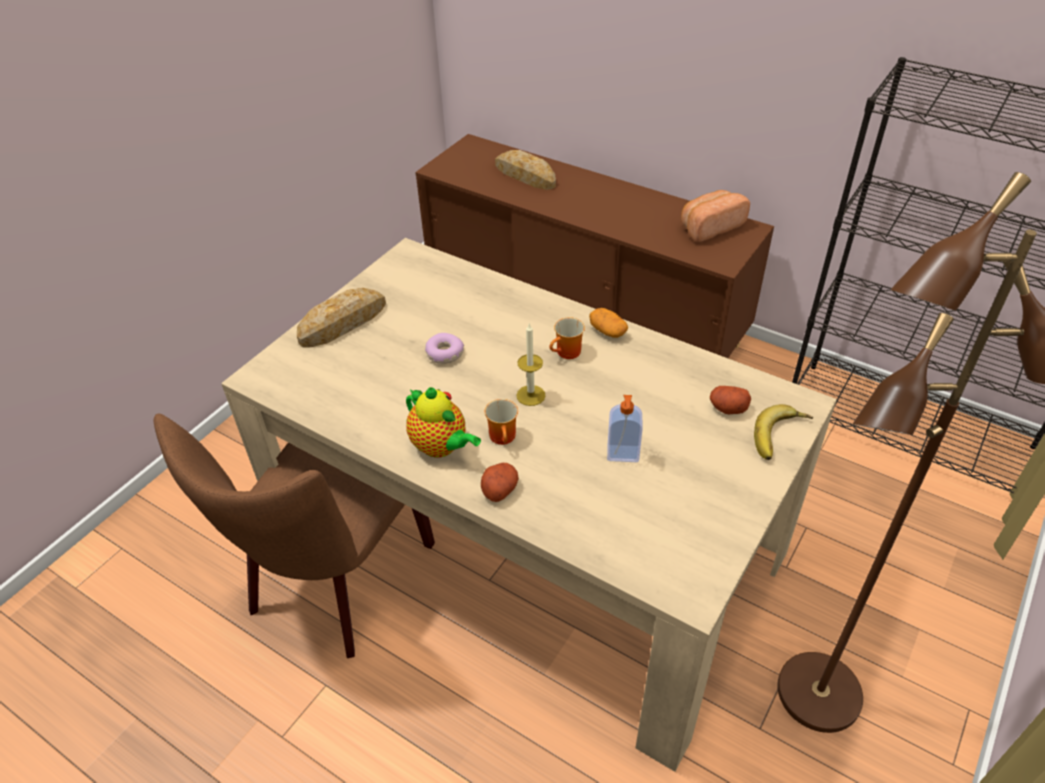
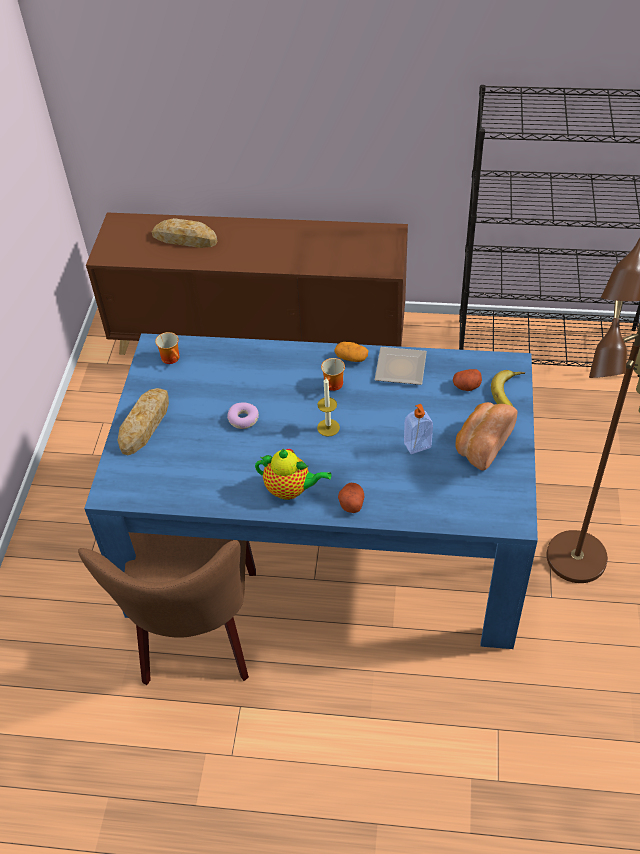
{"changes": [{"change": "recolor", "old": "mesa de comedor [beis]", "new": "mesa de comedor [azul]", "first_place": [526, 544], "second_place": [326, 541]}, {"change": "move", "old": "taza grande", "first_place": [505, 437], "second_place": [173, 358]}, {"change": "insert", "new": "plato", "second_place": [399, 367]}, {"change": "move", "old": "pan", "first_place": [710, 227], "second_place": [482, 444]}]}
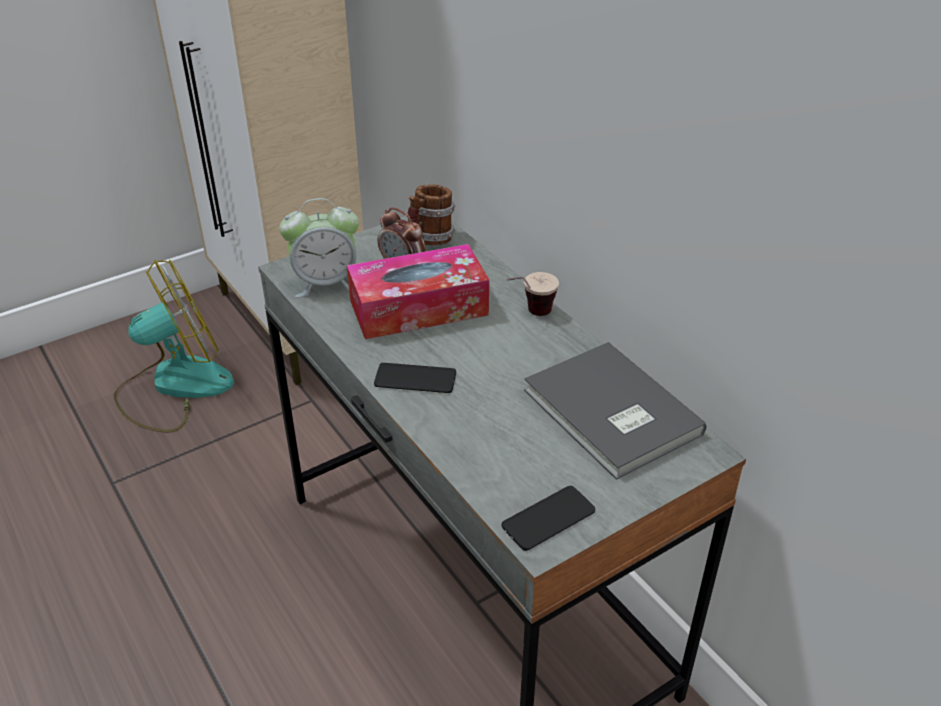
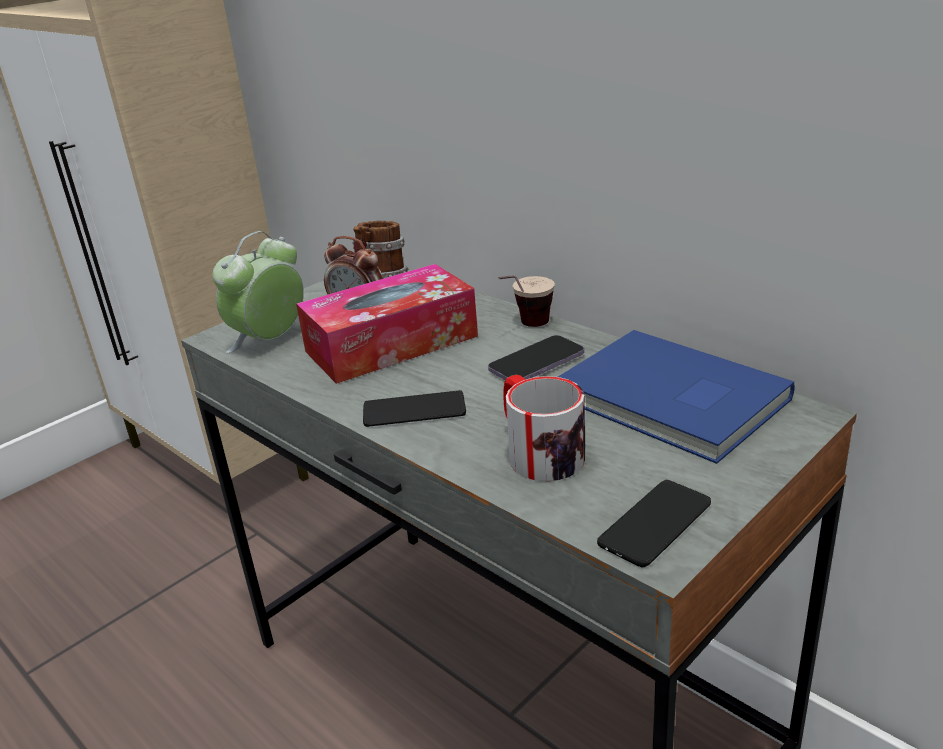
{"changes": [{"change": "rotate", "old": "despertador", "first_place": [326, 283], "second_place": [270, 341], "degrees": 150}, {"change": "insert", "new": "móvil", "second_place": [536, 363]}, {"change": "insert", "new": "taza grande", "second_place": [538, 451]}, {"change": "recolor", "old": "libro [gris]", "new": "libro [azul]", "first_place": [610, 415], "second_place": [670, 401]}, {"change": "delete", "old": "ventilador", "first_place": [174, 386]}]}
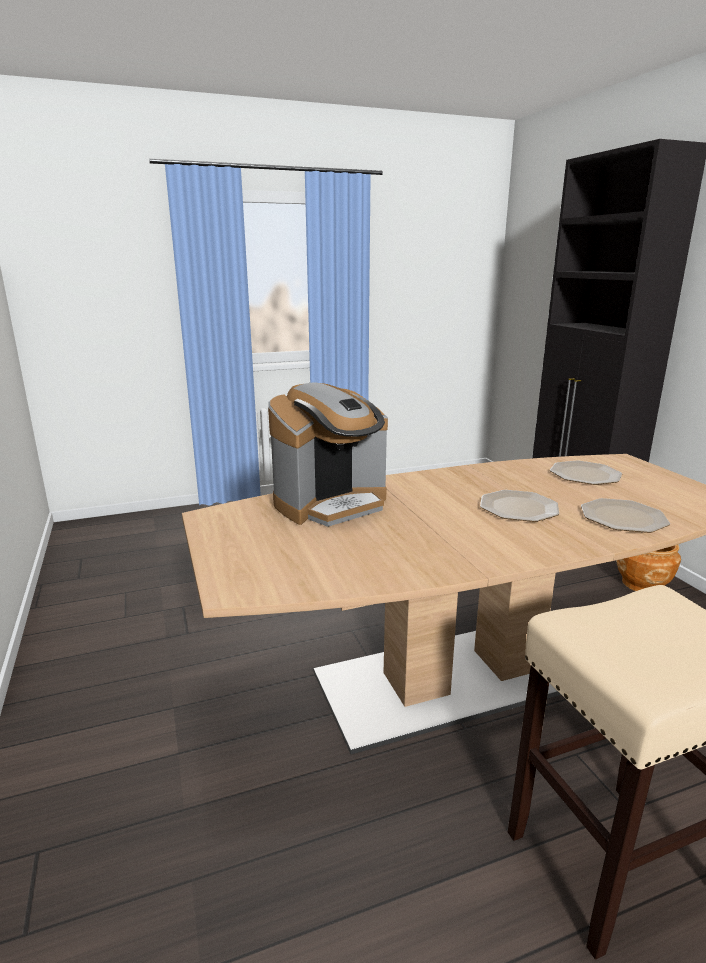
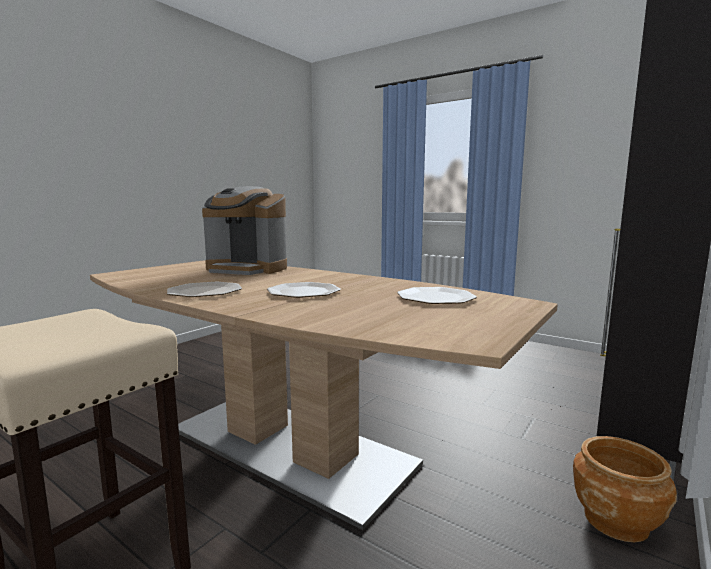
{"changes": [{"change": "move", "old": "plato", "first_place": [622, 517], "second_place": [204, 291]}]}
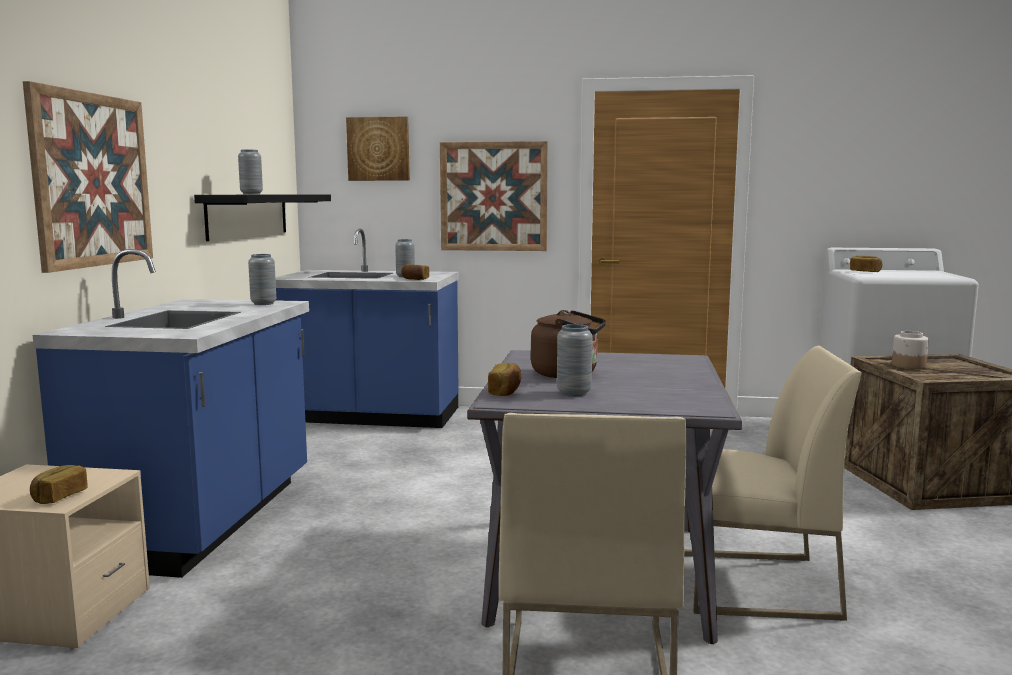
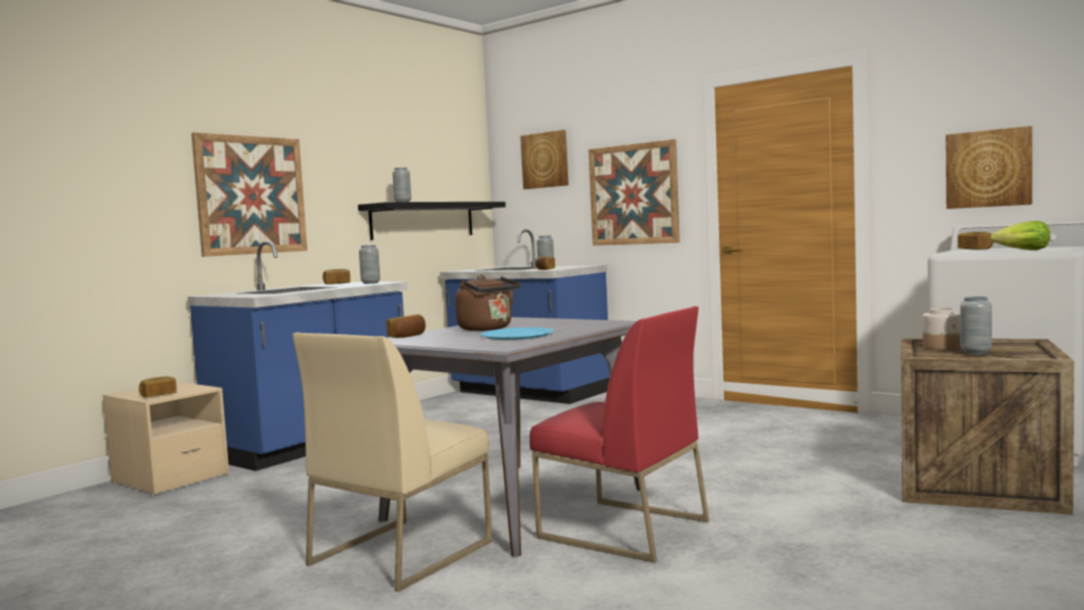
{"changes": [{"change": "insert", "new": "pan", "second_place": [337, 283]}, {"change": "insert", "new": "plato [azul]", "second_place": [517, 335]}, {"change": "recolor", "old": "silla [beis]", "new": "silla [rojo]", "first_place": [753, 585], "second_place": [622, 529]}, {"change": "insert", "new": "cuadro", "second_place": [988, 168]}, {"change": "move", "old": "florero [gris]", "first_place": [574, 393], "second_place": [976, 352]}, {"change": "insert", "new": "lechuga", "second_place": [1023, 250]}]}
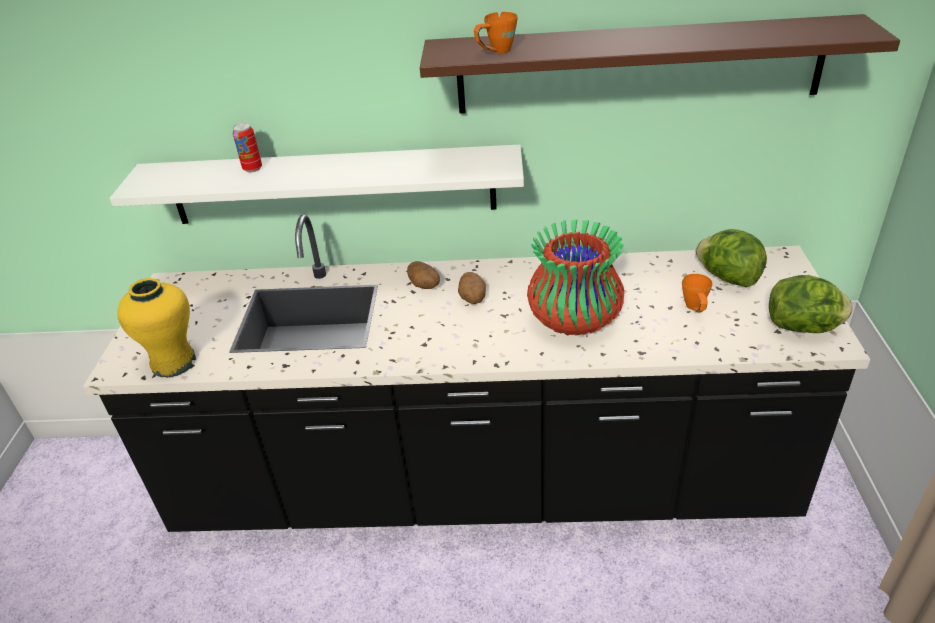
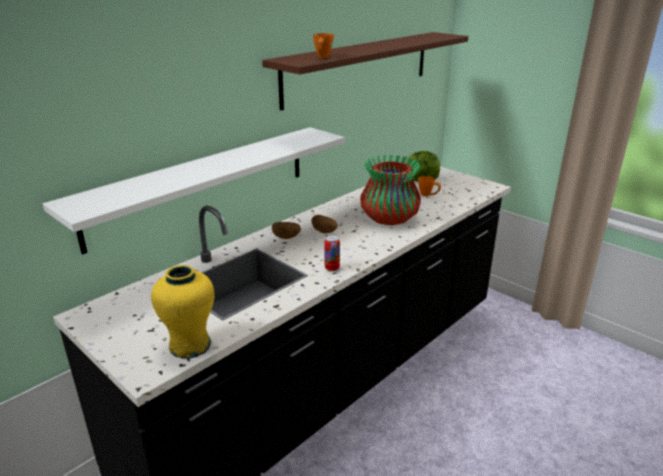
{"changes": [{"change": "move", "old": "lata", "first_place": [252, 169], "second_place": [332, 268]}, {"change": "delete", "old": "lechuga", "first_place": [803, 327]}]}
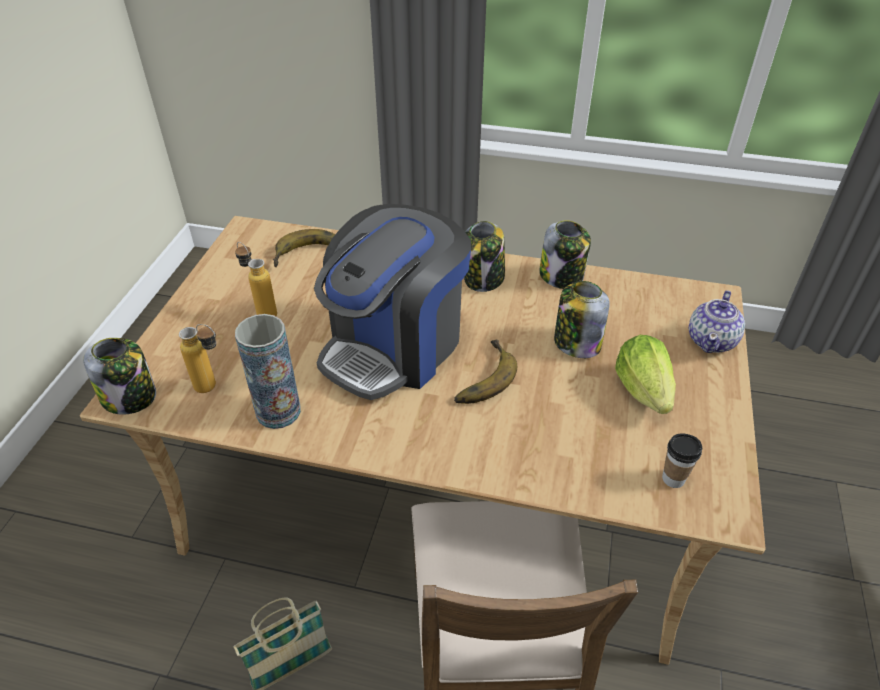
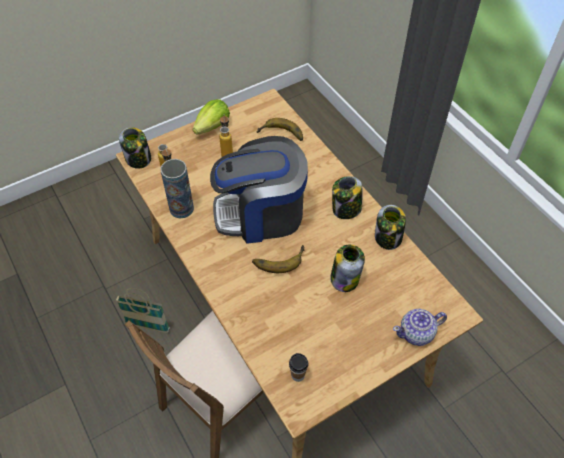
{"changes": [{"change": "move", "old": "lechuga", "first_place": [643, 390], "second_place": [213, 126]}]}
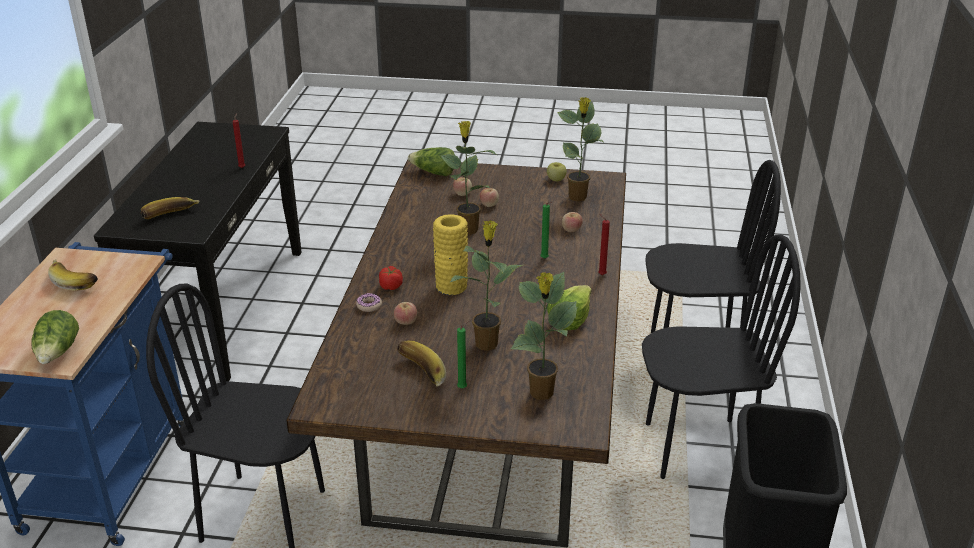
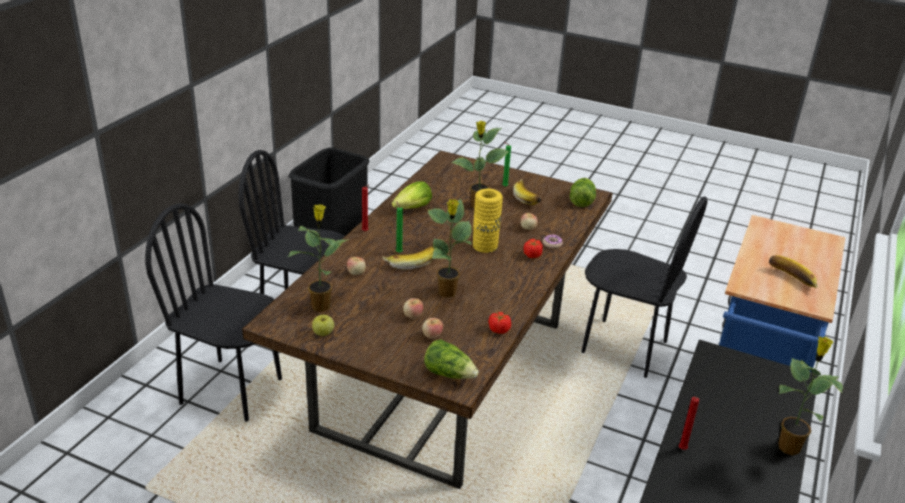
{"changes": [{"change": "move", "old": "plátano", "first_place": [171, 216], "second_place": [410, 262]}, {"change": "insert", "new": "tomate", "second_place": [499, 329]}, {"change": "move", "old": "lechuga", "first_place": [58, 353], "second_place": [581, 200]}, {"change": "move", "old": "planta en maceta", "first_place": [541, 393], "second_place": [789, 446]}]}
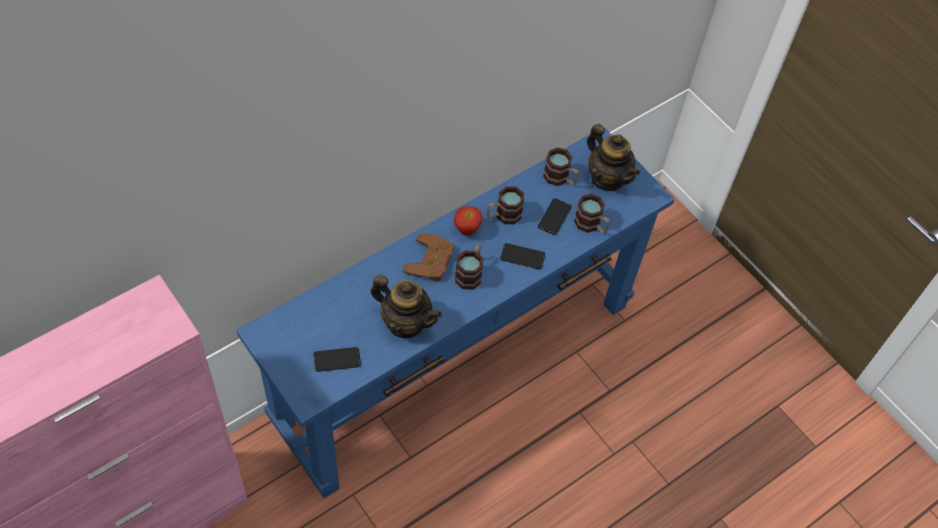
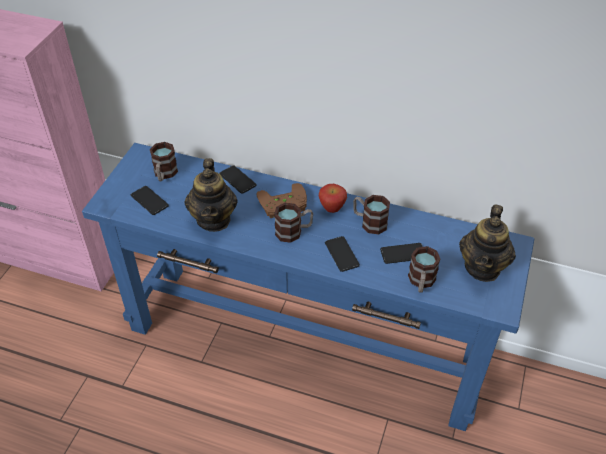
{"changes": [{"change": "move", "old": "taza grande", "first_place": [560, 178], "second_place": [164, 174]}, {"change": "insert", "new": "móvil", "second_place": [237, 180]}]}
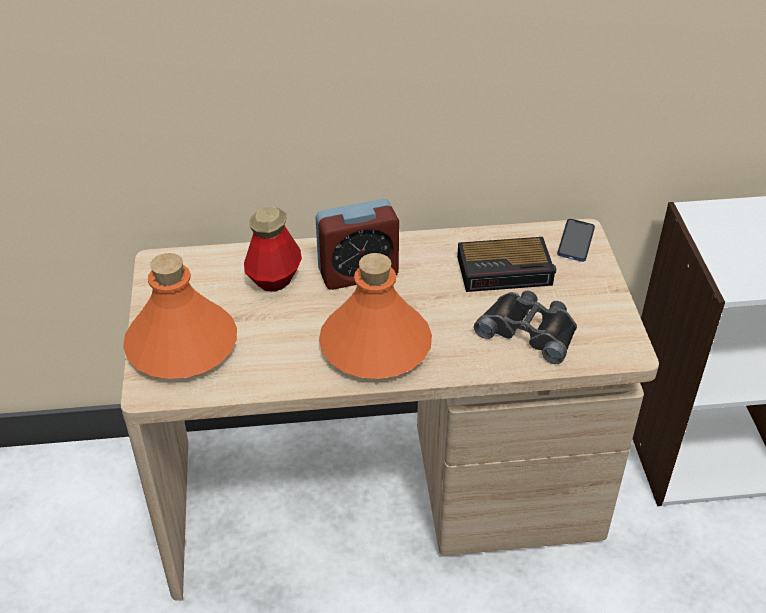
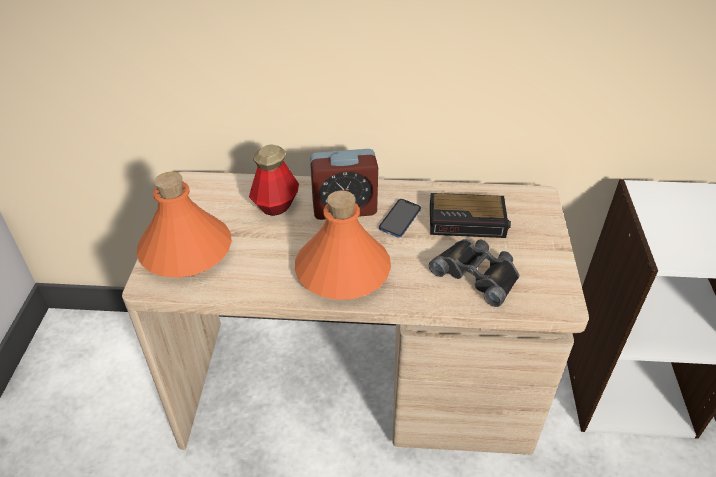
{"changes": [{"change": "move", "old": "móvil", "first_place": [576, 241], "second_place": [400, 219]}]}
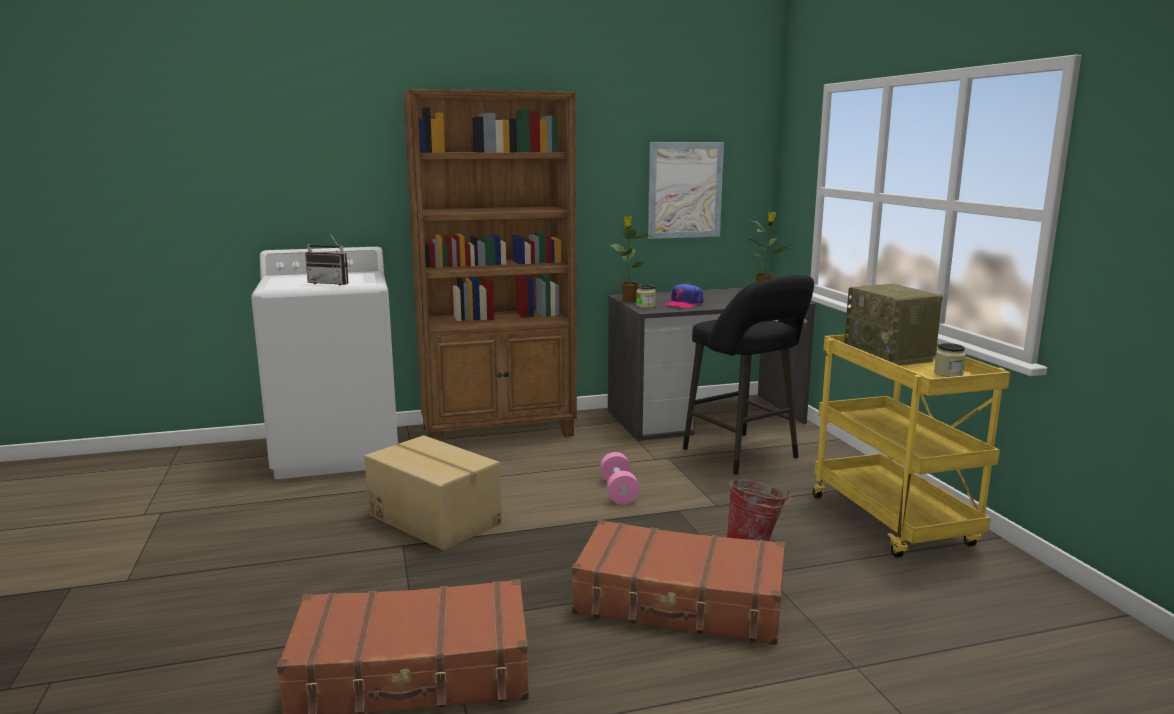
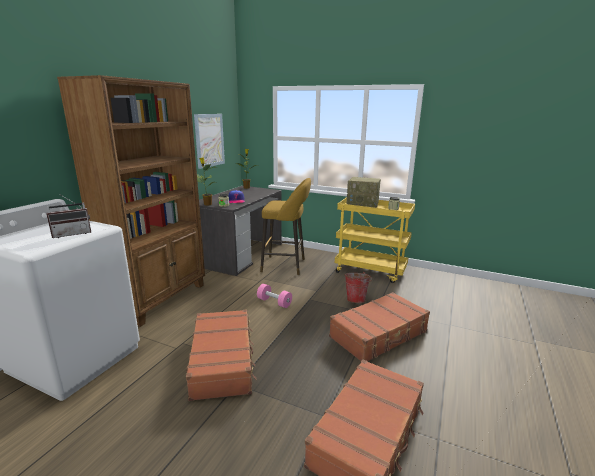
{"changes": [{"change": "replace", "old": "caja de cartón", "new": "maleta [marrón]", "first_place": [435, 518], "second_place": [223, 360]}, {"change": "recolor", "old": "taburete [negro]", "new": "taburete [amarillo]", "first_place": [744, 455], "second_place": [286, 265]}]}
